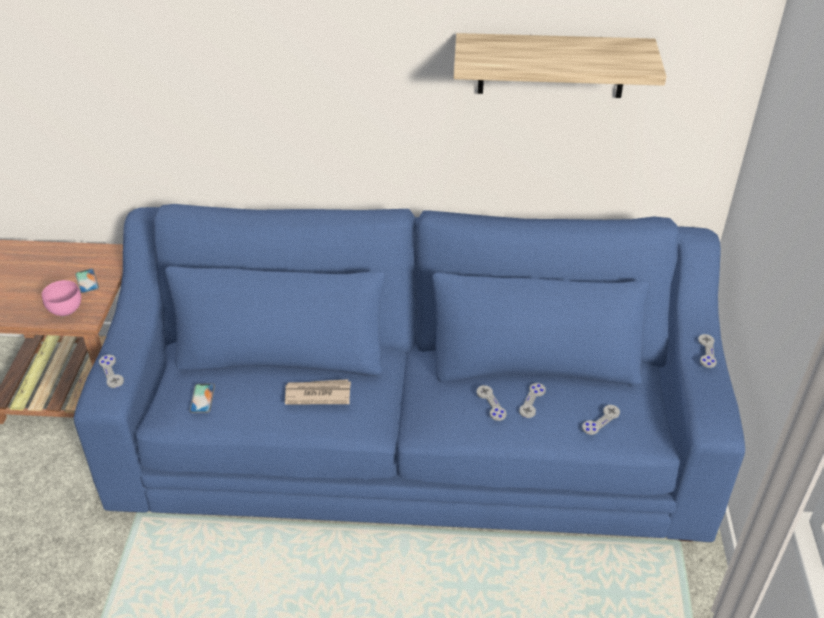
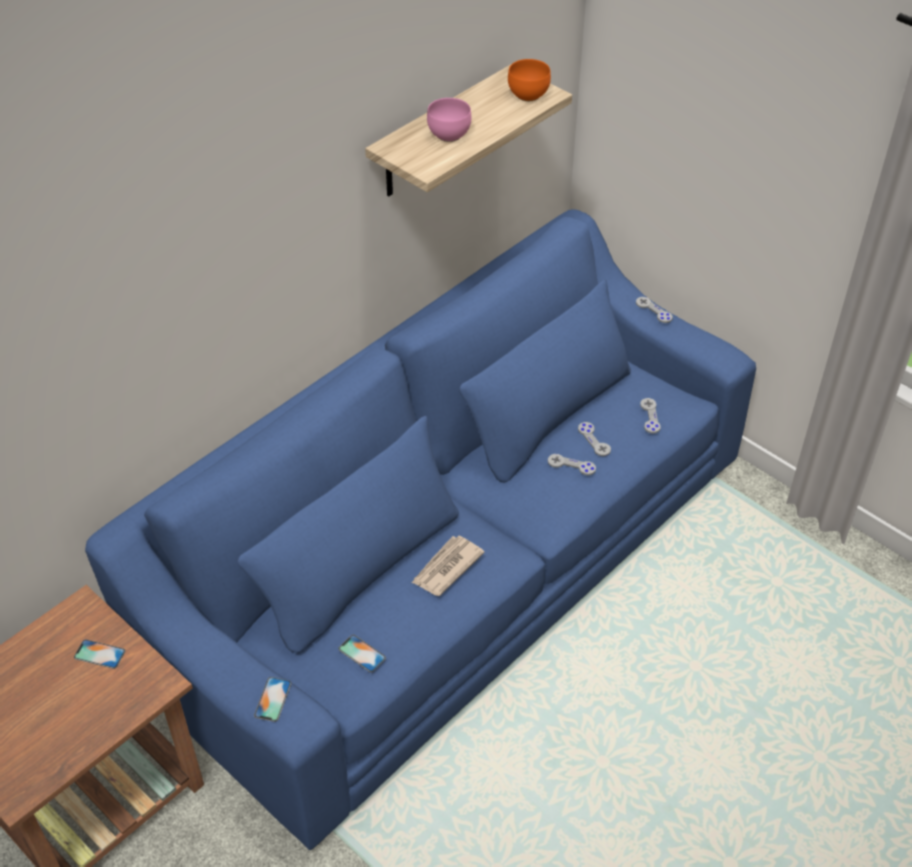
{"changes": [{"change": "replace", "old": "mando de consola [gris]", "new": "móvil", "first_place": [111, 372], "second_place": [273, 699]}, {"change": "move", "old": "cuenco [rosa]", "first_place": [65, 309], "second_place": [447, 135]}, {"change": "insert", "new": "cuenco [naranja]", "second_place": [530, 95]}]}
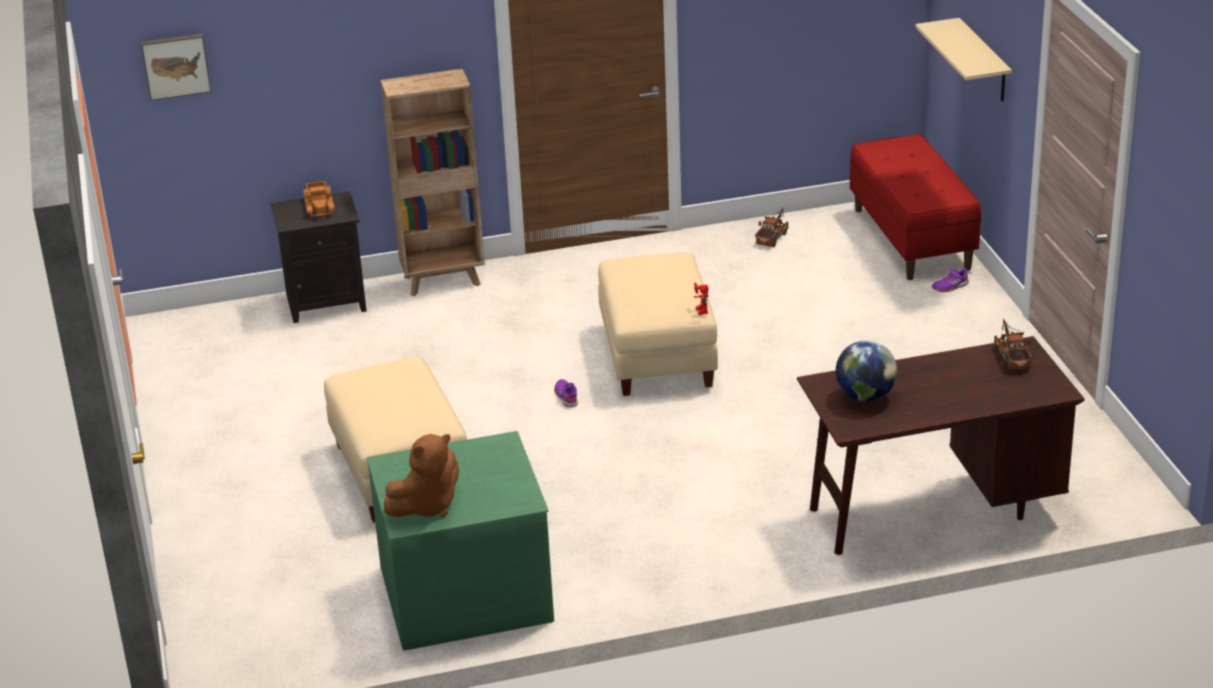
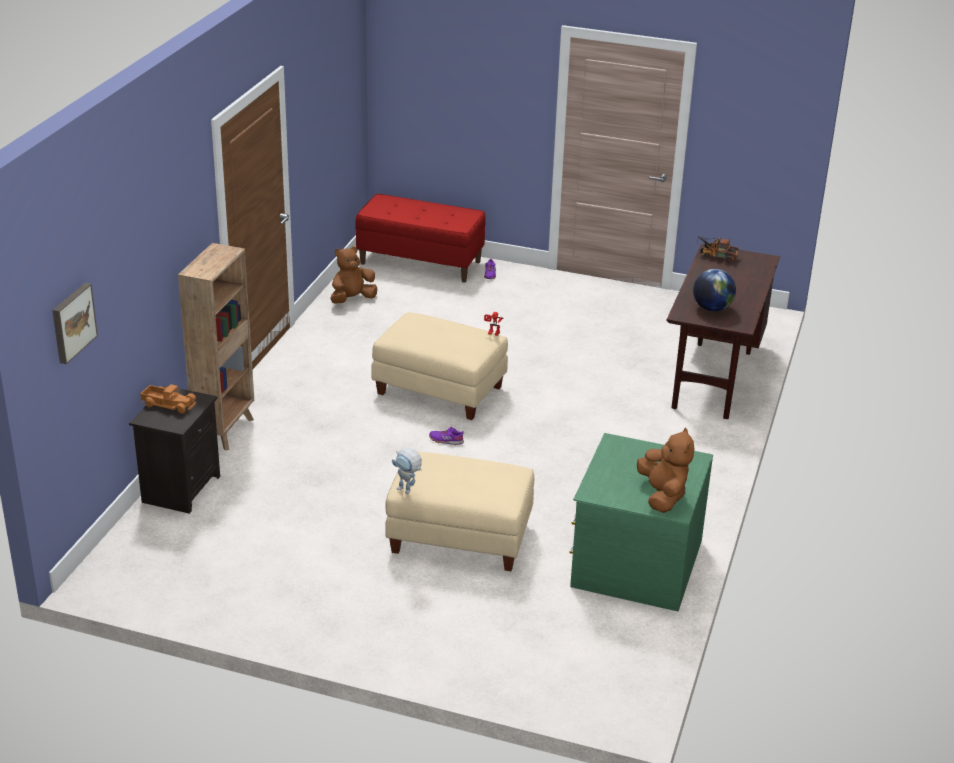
{"changes": [{"change": "replace", "old": "camión de juguete", "new": "peluche [marrón]", "first_place": [773, 237], "second_place": [352, 299]}, {"change": "insert", "new": "robot de juguete", "second_place": [408, 491]}, {"change": "delete", "old": "estante [beis]", "first_place": [984, 61]}]}
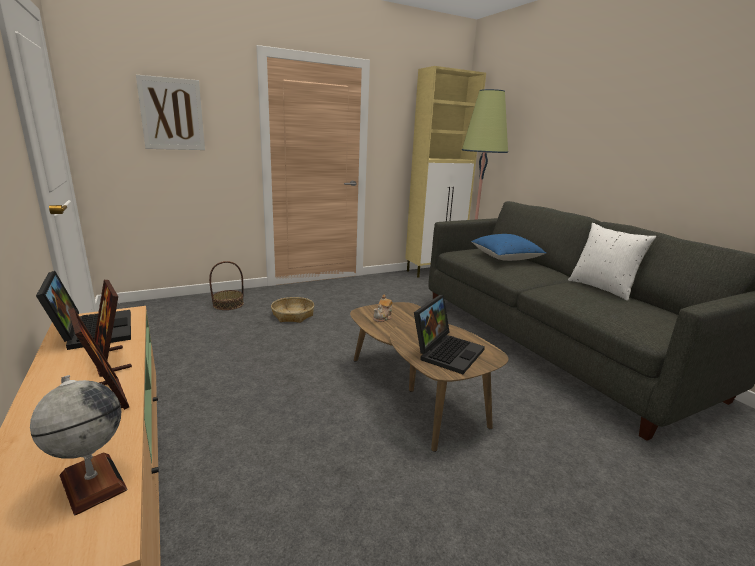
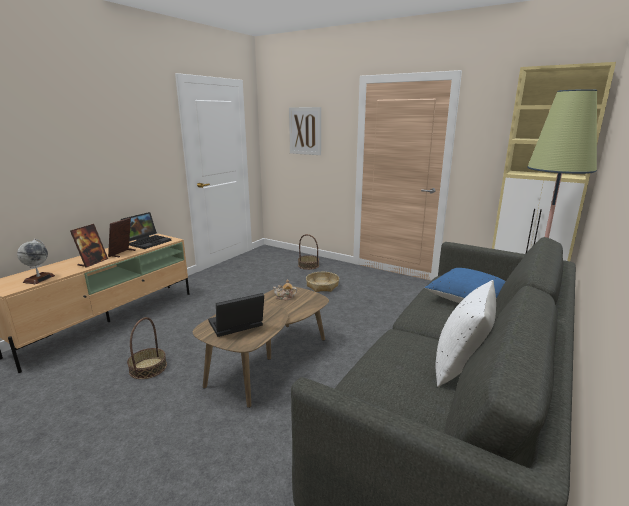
{"changes": [{"change": "insert", "new": "cesta", "second_place": [148, 368]}, {"change": "rotate", "old": "portátil", "first_place": [447, 351], "second_place": [235, 326], "degrees": 150}]}
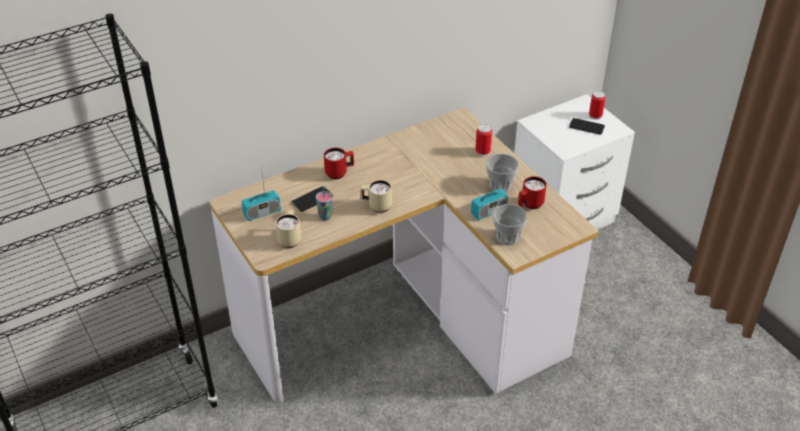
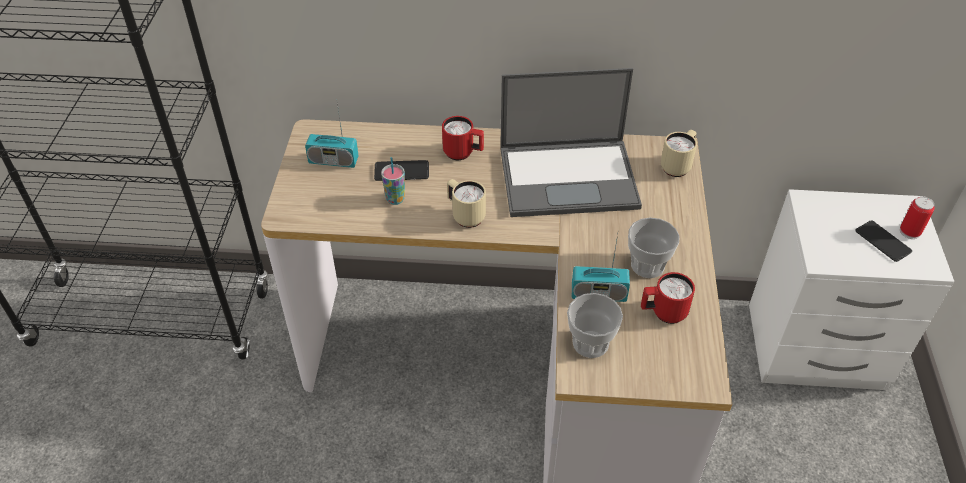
{"changes": [{"change": "insert", "new": "portátil", "second_place": [570, 177]}, {"change": "move", "old": "taza grande [beis]", "first_place": [290, 239], "second_place": [677, 166]}, {"change": "delete", "old": "lata", "first_place": [482, 151]}]}
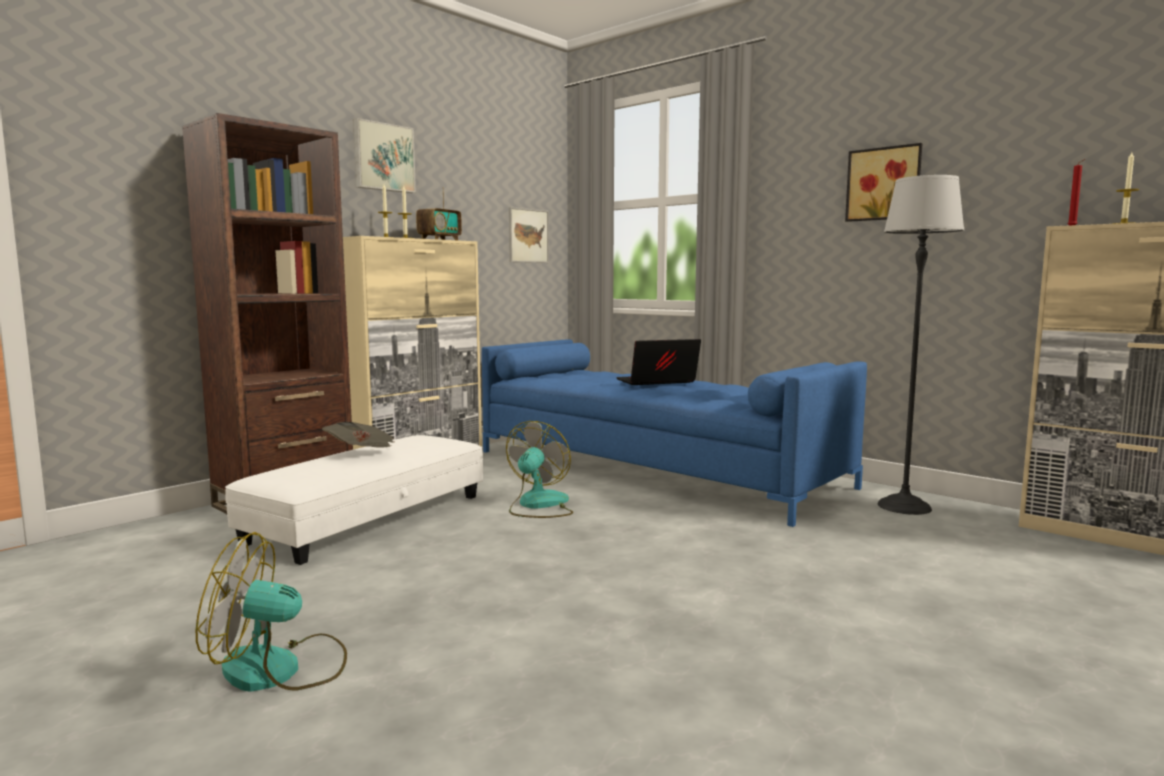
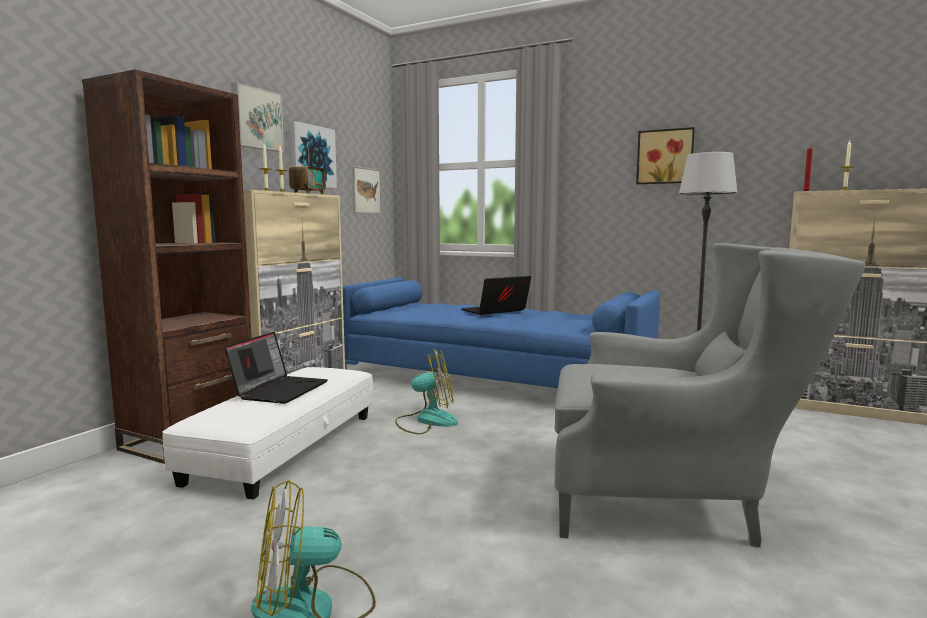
{"changes": [{"change": "replace", "old": "periódico", "new": "portátil", "first_place": [363, 455], "second_place": [280, 390]}, {"change": "insert", "new": "cuadro", "second_place": [312, 156]}, {"change": "rotate", "old": "ventilador", "first_place": [538, 505], "second_place": [426, 421], "degrees": 75}, {"change": "insert", "new": "sillón [gris]", "second_place": [670, 501]}]}
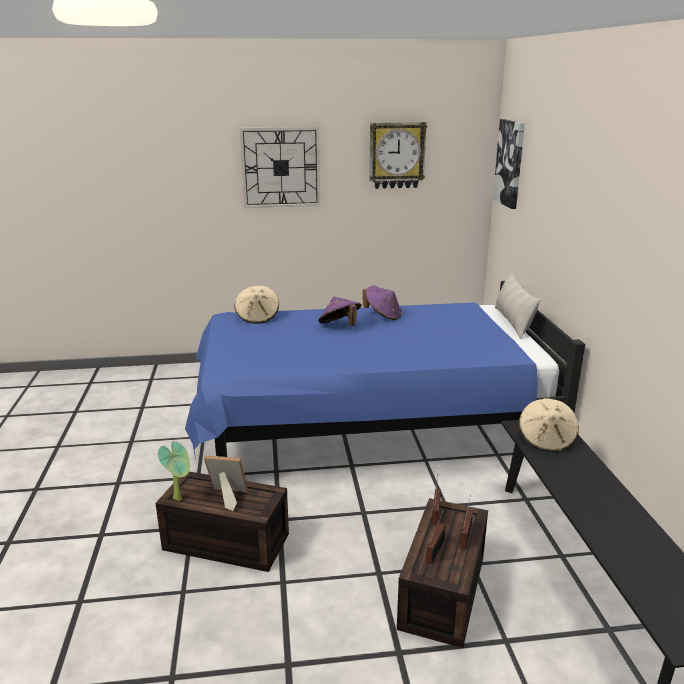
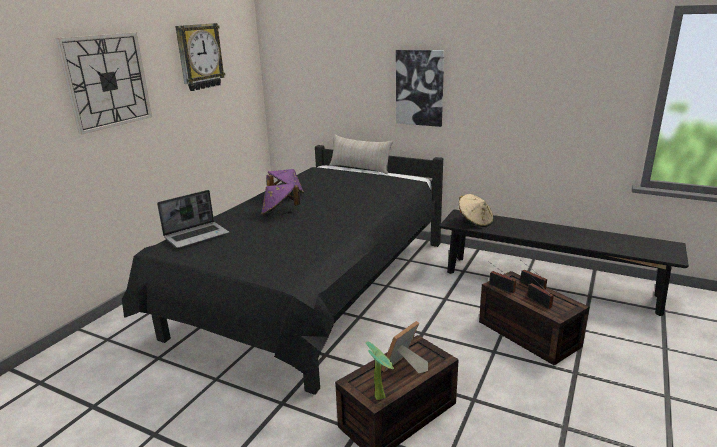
{"changes": [{"change": "recolor", "old": "cama [azul]", "new": "cama [negro]", "first_place": [367, 424], "second_place": [313, 290]}, {"change": "replace", "old": "sombrero [beis]", "new": "portátil", "first_place": [257, 317], "second_place": [197, 236]}, {"change": "move", "old": "cuadro", "first_place": [510, 163], "second_place": [419, 87]}]}
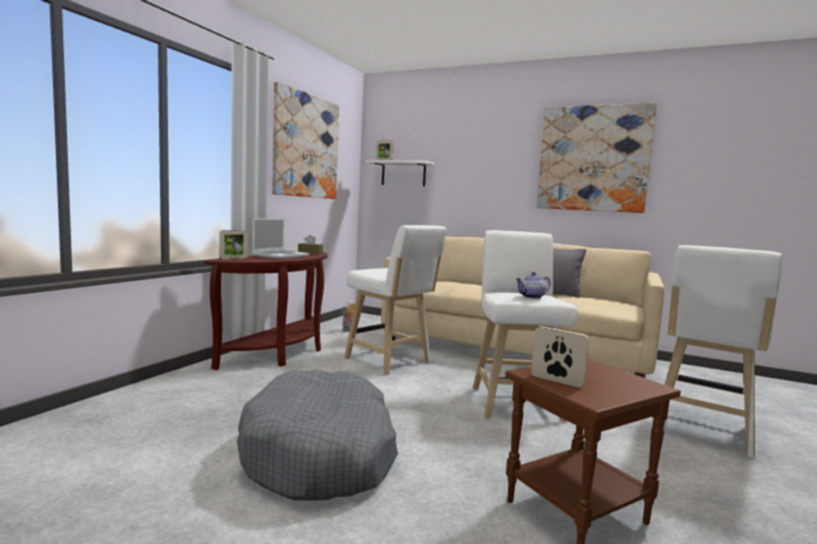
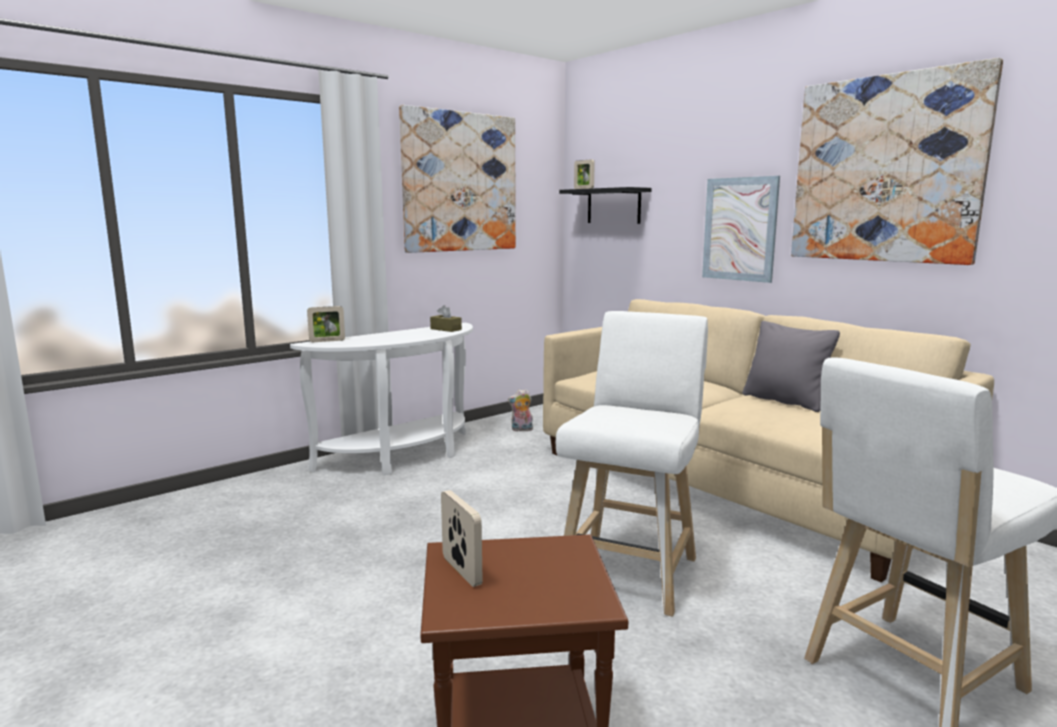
{"changes": [{"change": "recolor", "old": "mesa consola [marrón]", "new": "mesa consola [blanco]", "first_place": [281, 353], "second_place": [404, 456]}, {"change": "recolor", "old": "estante [blanco]", "new": "estante [negro]", "first_place": [403, 174], "second_place": [613, 206]}, {"change": "insert", "new": "cuadro", "second_place": [739, 229]}, {"change": "delete", "old": "cama para perro [gris]", "first_place": [321, 453]}, {"change": "delete", "old": "portátil", "first_place": [280, 256]}, {"change": "delete", "old": "taburete [blanco]", "first_place": [390, 362]}, {"change": "delete", "old": "tetera", "first_place": [532, 297]}]}
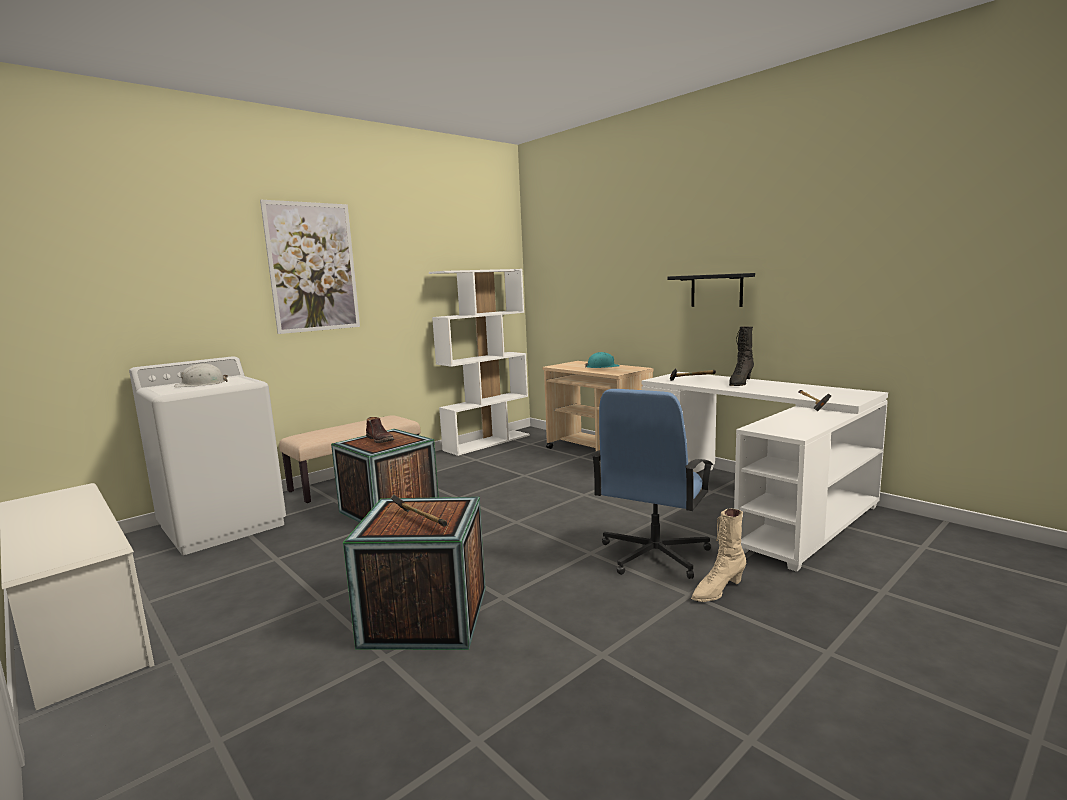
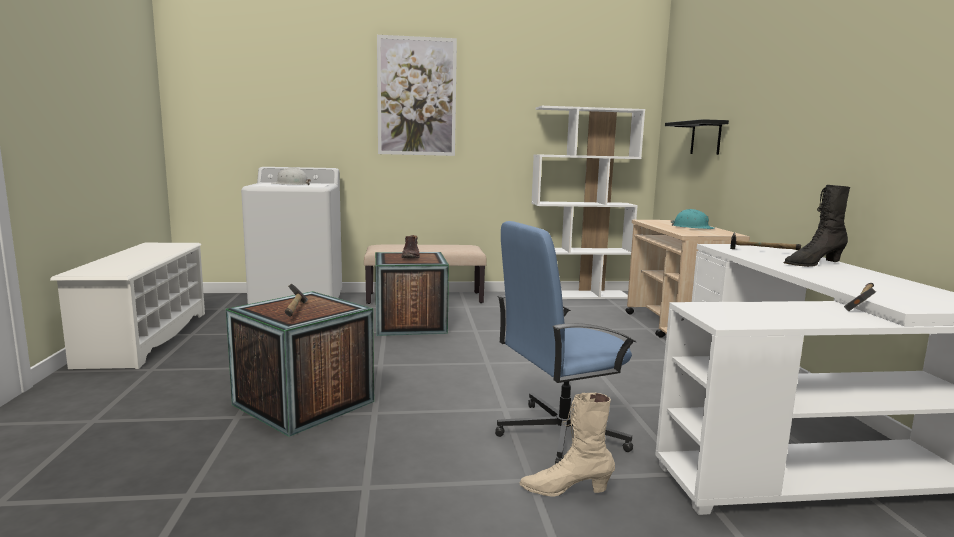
{"changes": [{"change": "move", "old": "estante [negro]", "first_place": [716, 290], "second_place": [706, 138]}]}
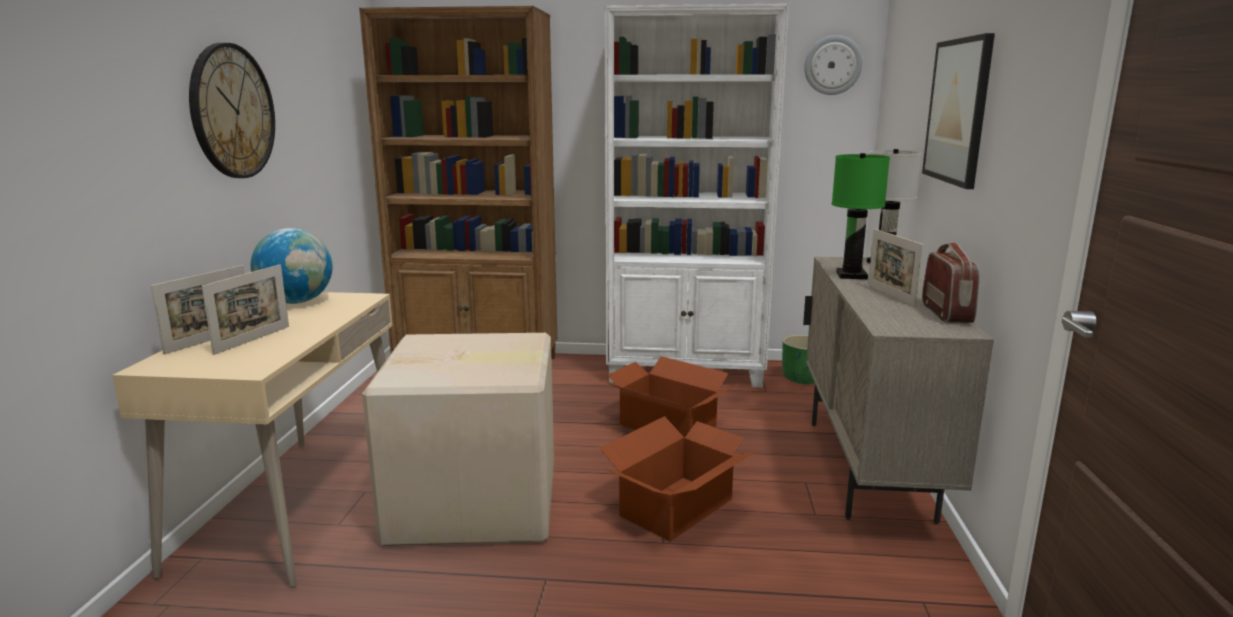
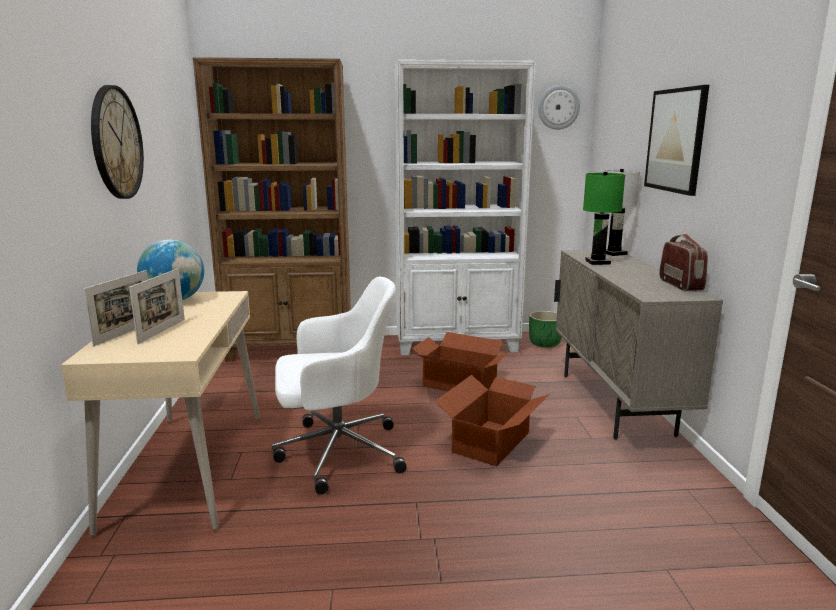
{"changes": [{"change": "replace", "old": "caja de cartón", "new": "silla de oficina [blanco]", "first_place": [476, 503], "second_place": [337, 452]}, {"change": "delete", "old": "portarretratos", "first_place": [890, 295]}]}
